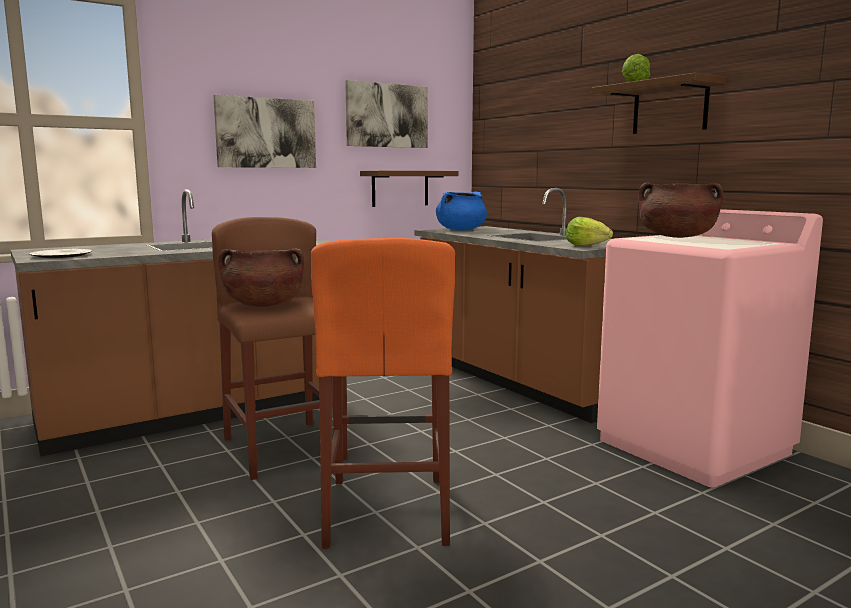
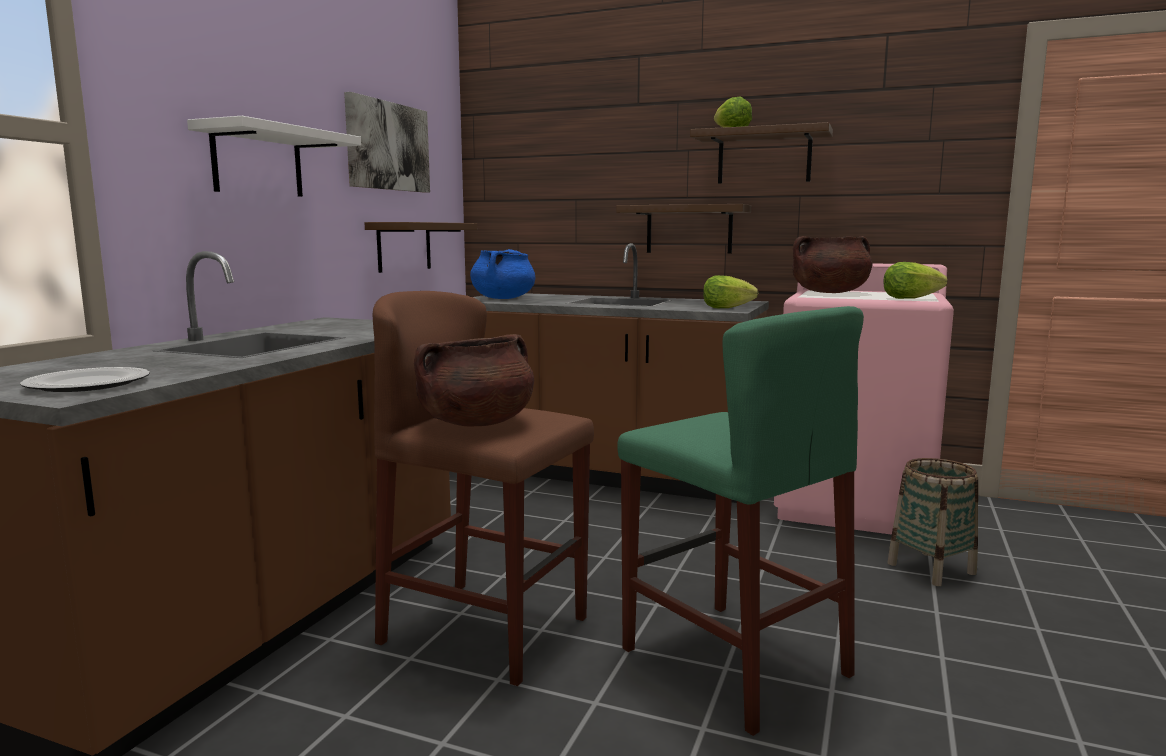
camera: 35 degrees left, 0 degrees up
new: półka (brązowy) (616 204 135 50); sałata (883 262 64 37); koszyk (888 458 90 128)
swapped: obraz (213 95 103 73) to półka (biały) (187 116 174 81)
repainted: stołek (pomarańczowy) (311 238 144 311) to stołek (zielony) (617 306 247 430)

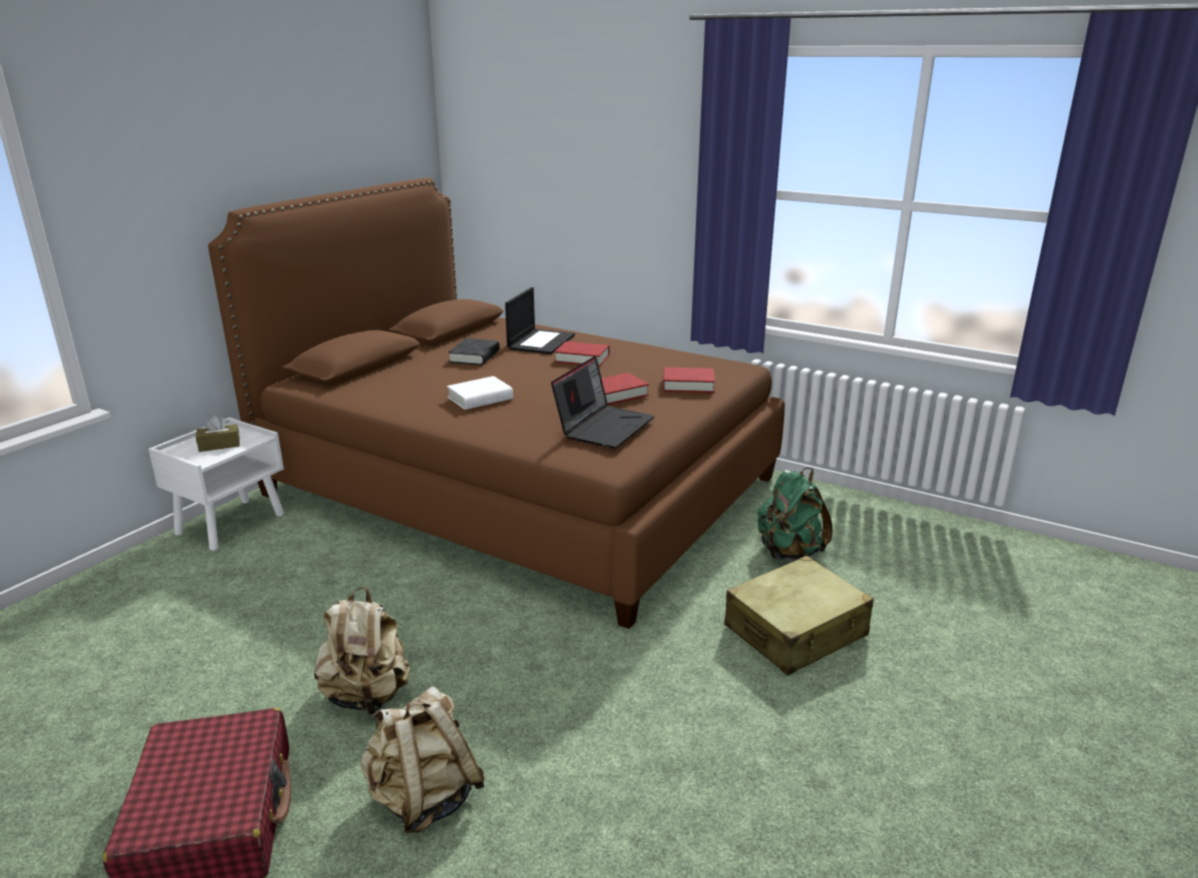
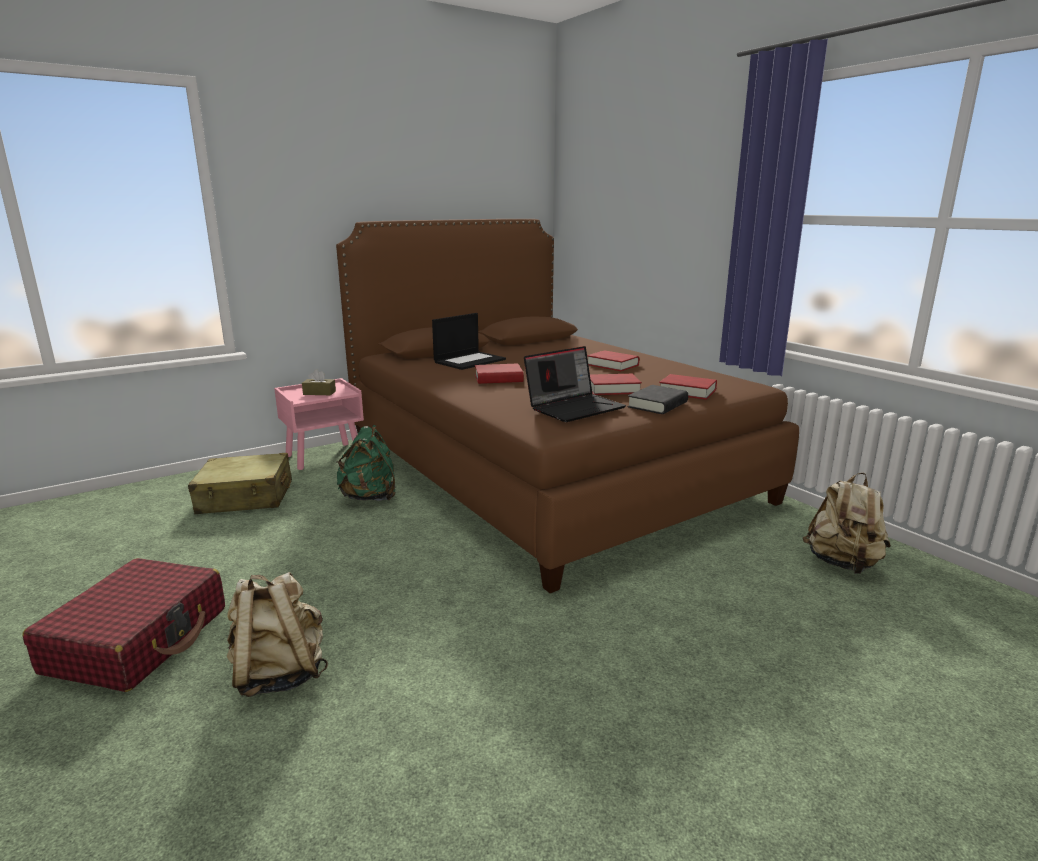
camera: 25 degrees right, 5 degrees down
shifted: laptop (505 287 70 67) to (432 313 74 57); książka (czarny) (448 338 52 27) to (627 385 61 29); plecak (zielony) (757 468 75 92) to (336 425 59 76); walizka (beżowy) (724 556 150 120) to (188 453 104 61); plecak (beżowy) (314 586 96 129) to (803 473 88 101)
repainted: książka (biały) (447 376 66 34) to książka (czerwony) (475 364 49 20); szafka nocna (biały) (148 417 136 134) to szafka nocna (różowy) (274 378 90 92)

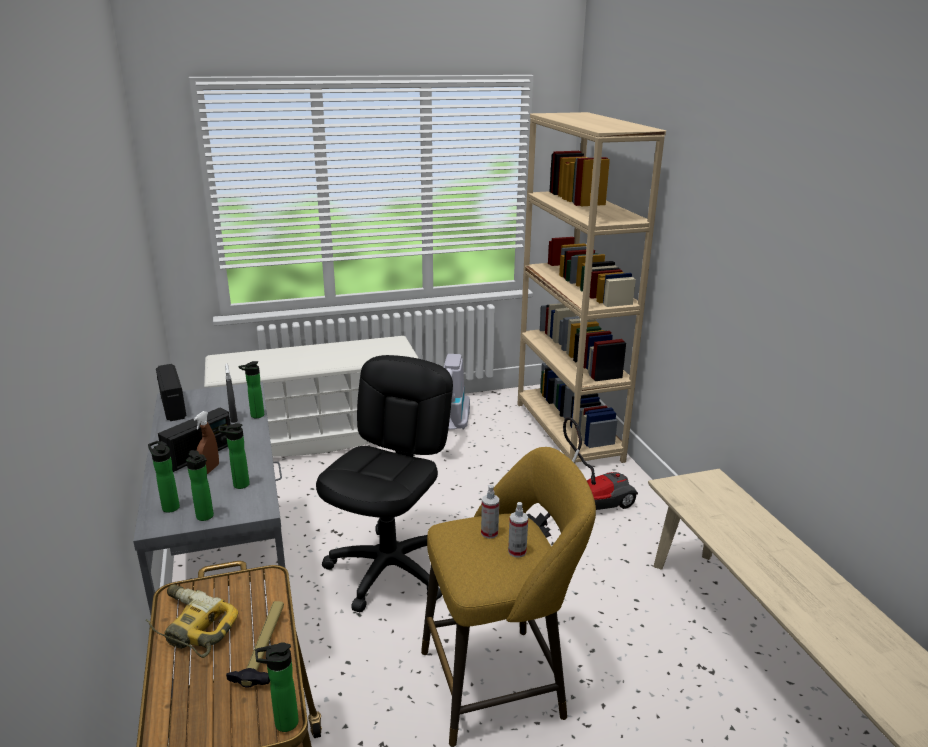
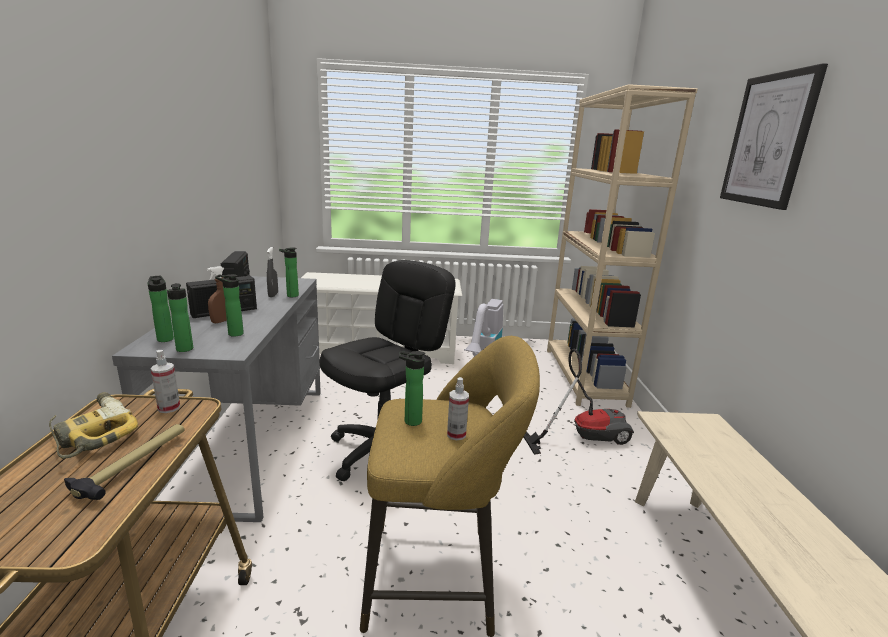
camera: 15 degrees right, 5 degrees down
new: obraz (720 63 108 147)
shifted: spryskiwacz (481 485 19 54) to (151 350 29 63); butelka (255 642 44 90) to (399 351 26 75)

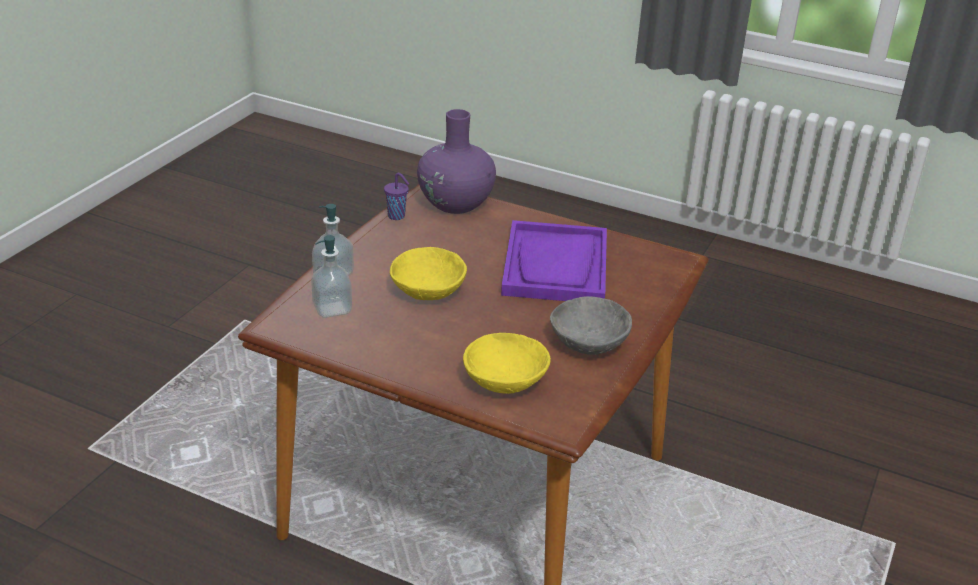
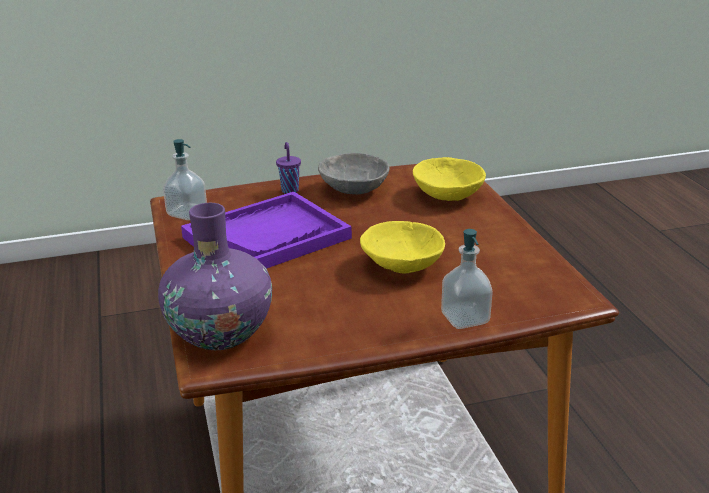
camera: 130 degrees left, 5 degrees down
shifted: filiżanka (fioletowy) (384 173 25 47) to (276 142 25 52); dozownik mydła (311 235 41 83) to (163 139 44 81)

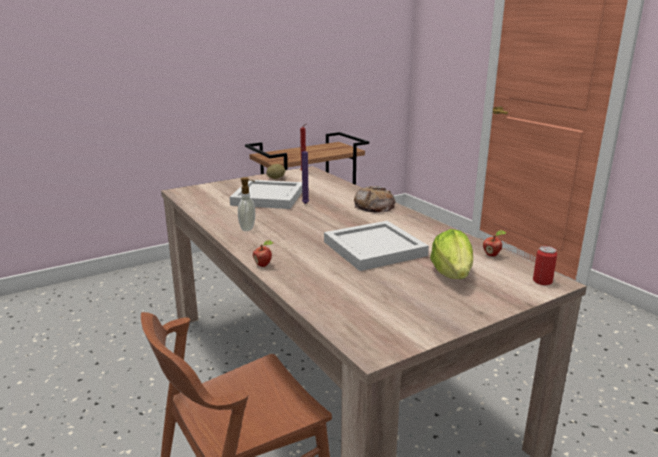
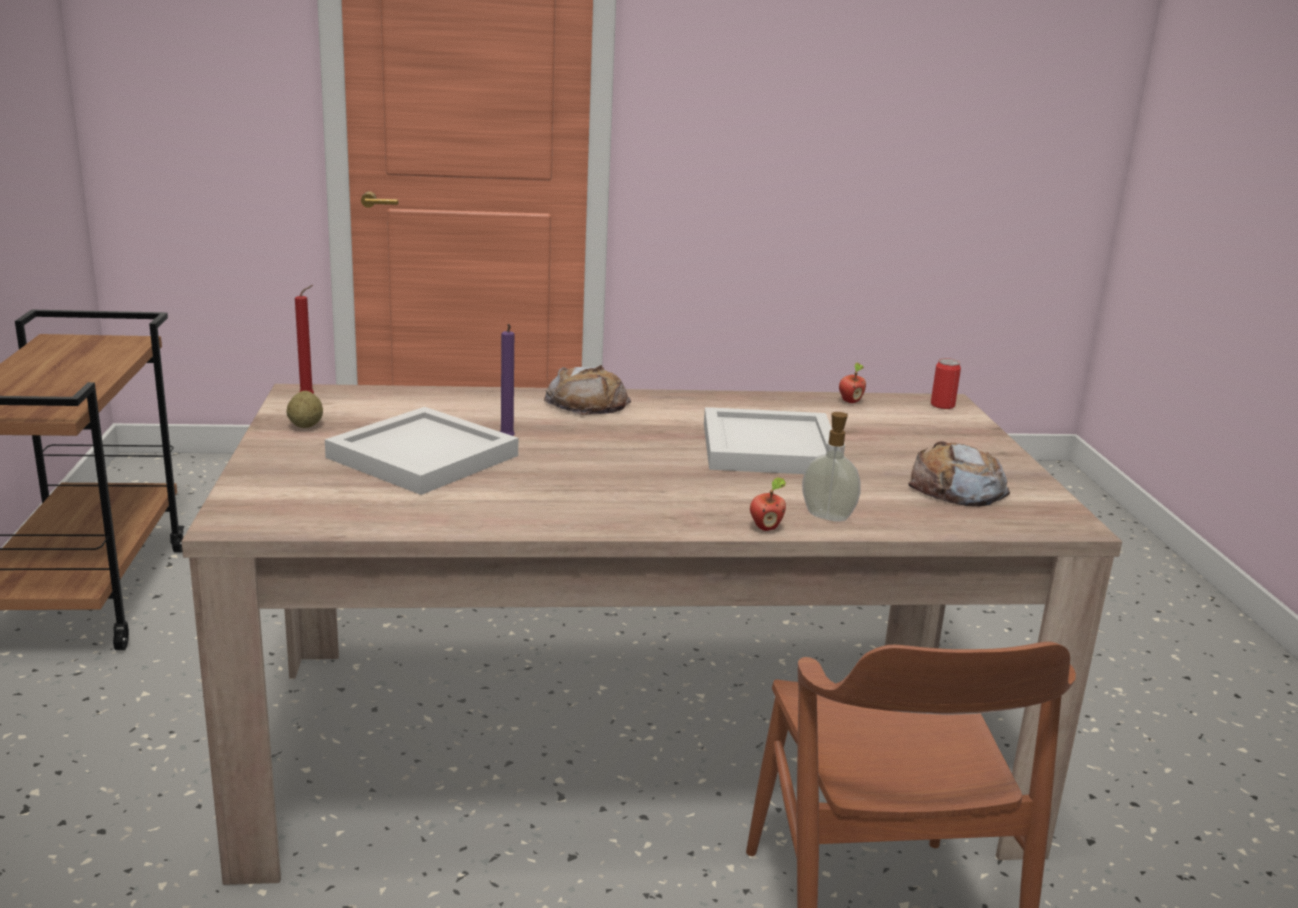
camera: 65 degrees left, 0 degrees up
gone: sałata (430 229 43 50)
new: chleb (908 441 102 65)
shifted: dozownik mydła (238 177 17 54) to (802 412 59 110)

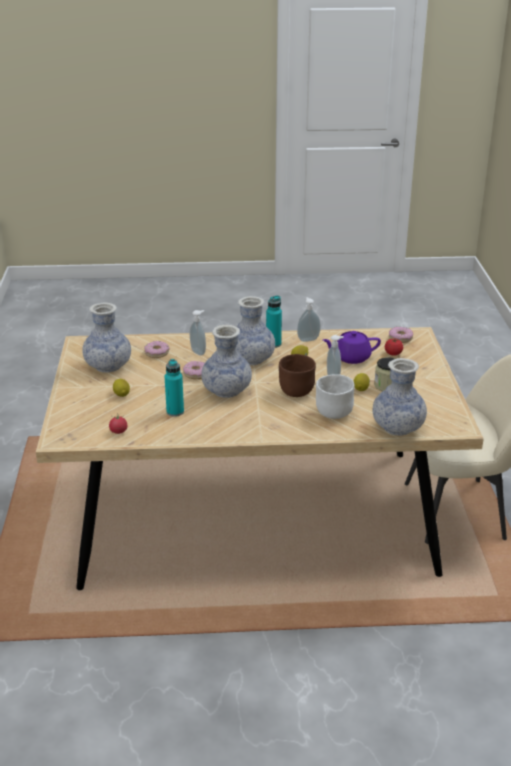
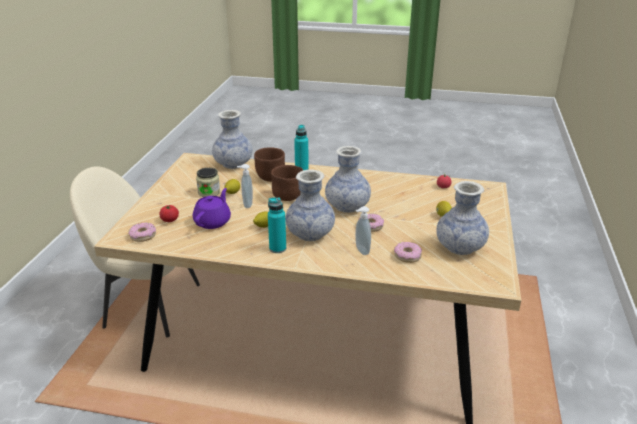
camera: 165 degrees left, 0 degrees up
gone: dozownik mydła (297 297 24 45)
shifted: butelka (turkusowy) (165 359 19 58) to (294 125 15 45)
repainted: miska (biały) (316 374 39 45) to miska (brązowy) (254 147 31 35)
rotated: imbryk (fioletowy) (323 331 58 33) = (193 188 38 41) 75 degrees counterclockwise

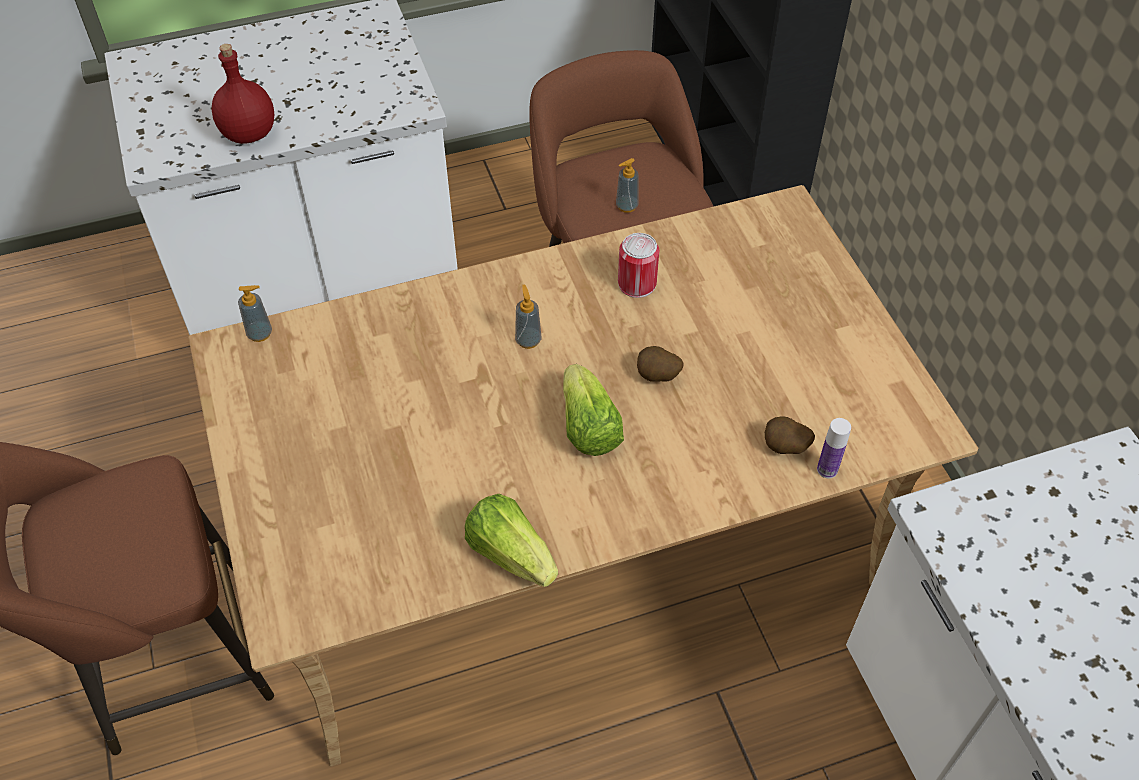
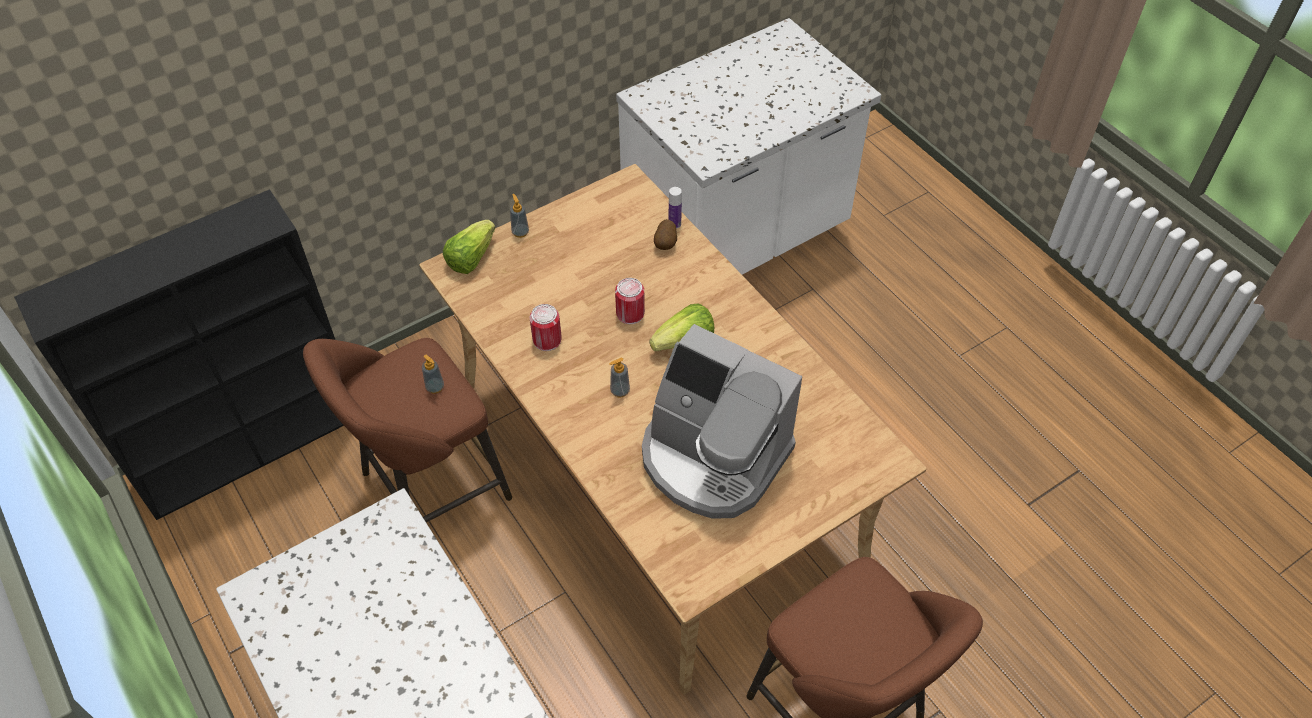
camera: 105 degrees left, 0 degrees up
gone: butelka (czerwony) (212 44 62 100)
new: ekspres do kawy (642 324 160 195)
shifted: dozownik mydła (238 285 34 57) to (510 194 19 44); sałata (465 494 93 93) to (443 220 52 54)
swapped: ziemniak (637 346 47 36) to puszka (615 278 30 46)

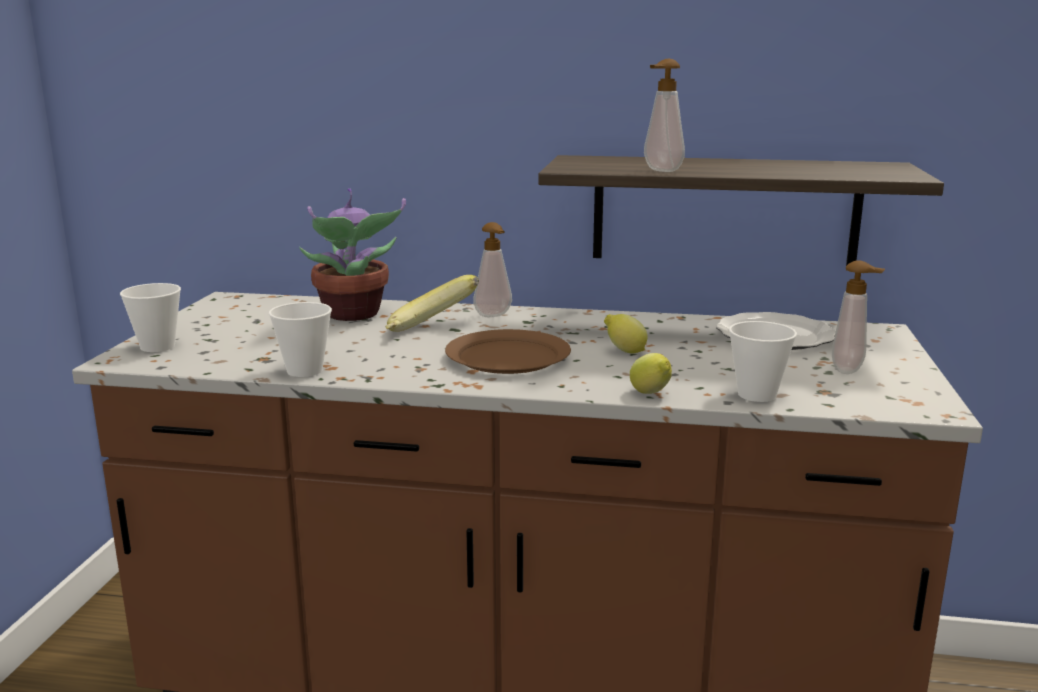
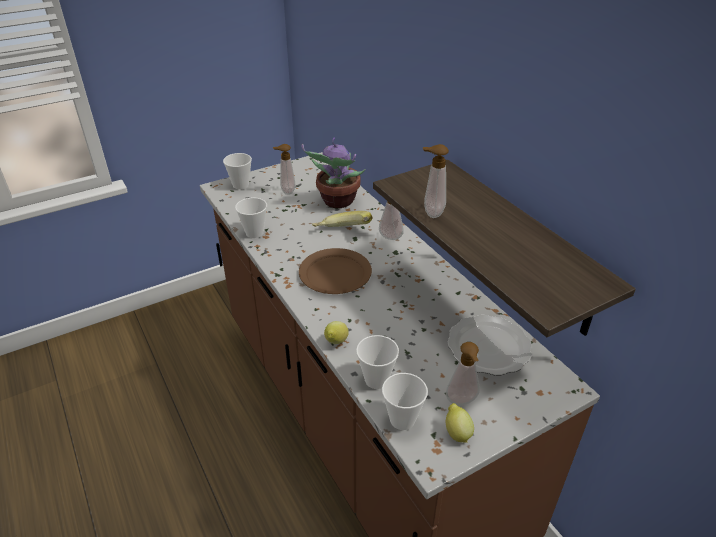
camera: 50 degrees right, 20 degrees up
new: dozownik mydła (273 144 22 51); filiżanka (382 373 46 57)
shifted: cytryna (604 314 44 39) to (445 403 29 40)

